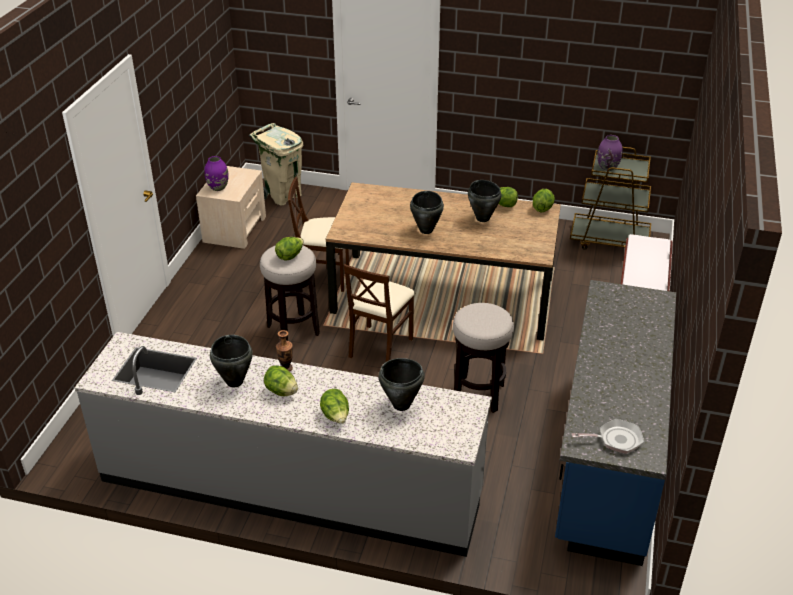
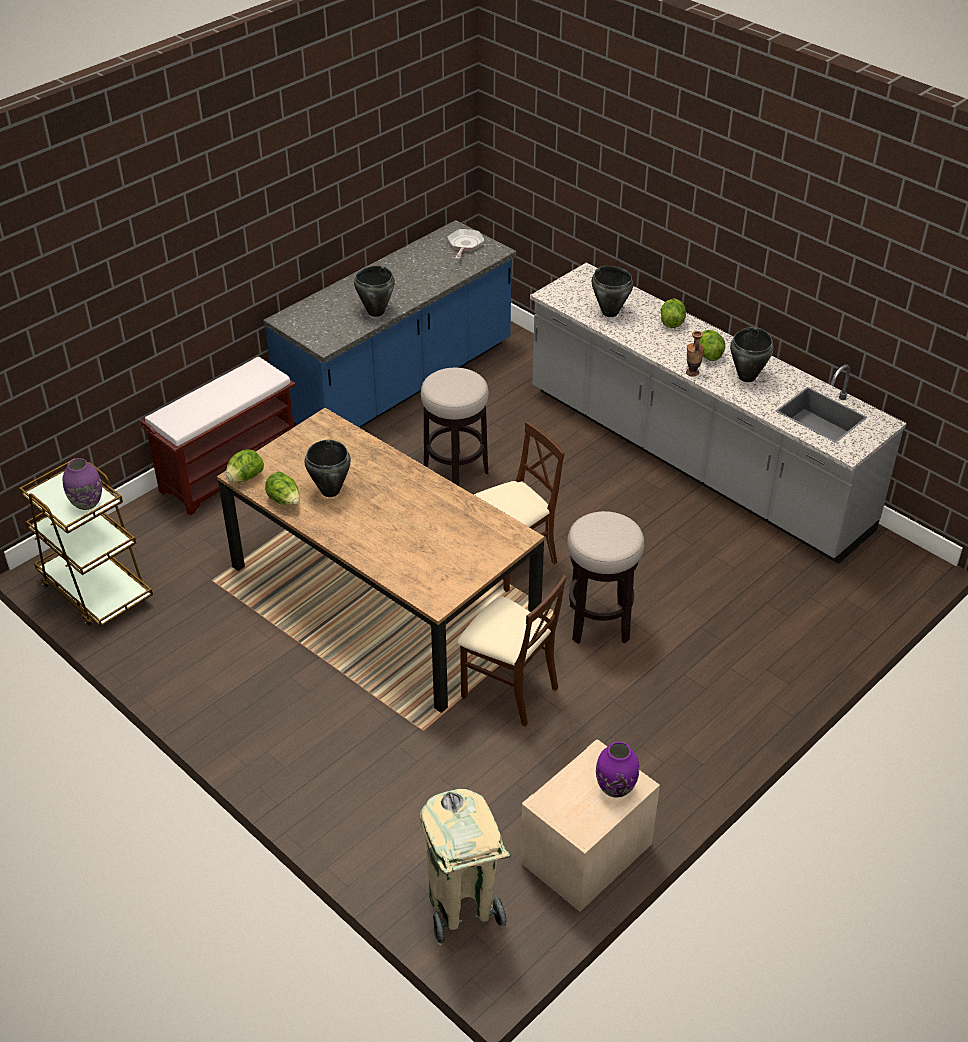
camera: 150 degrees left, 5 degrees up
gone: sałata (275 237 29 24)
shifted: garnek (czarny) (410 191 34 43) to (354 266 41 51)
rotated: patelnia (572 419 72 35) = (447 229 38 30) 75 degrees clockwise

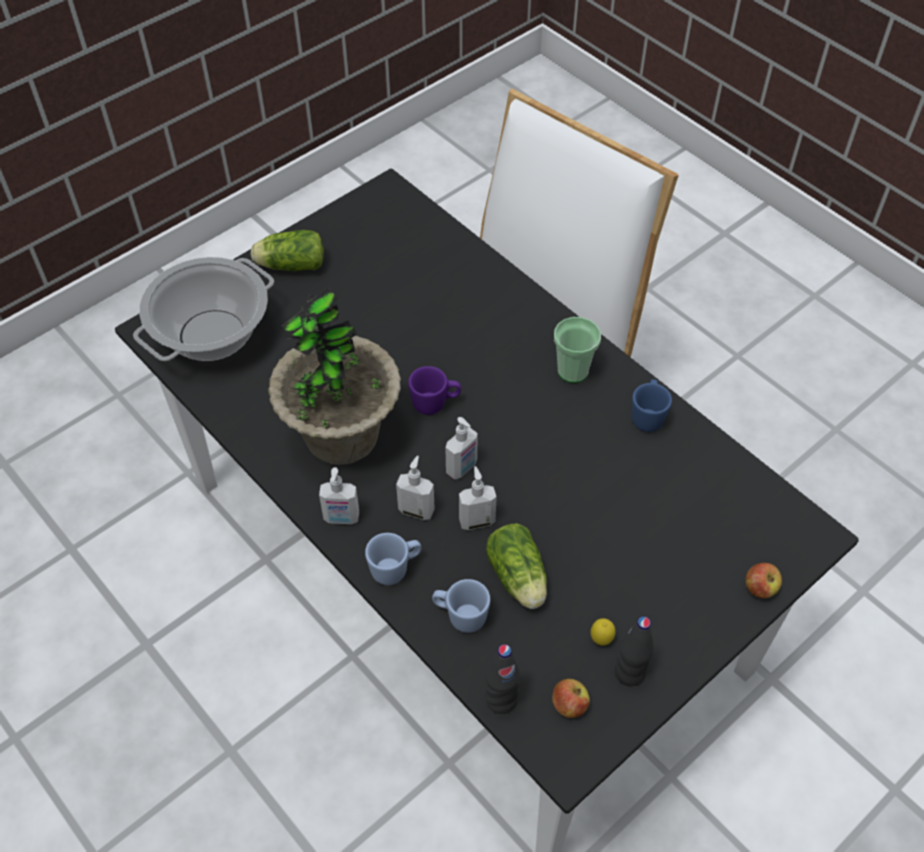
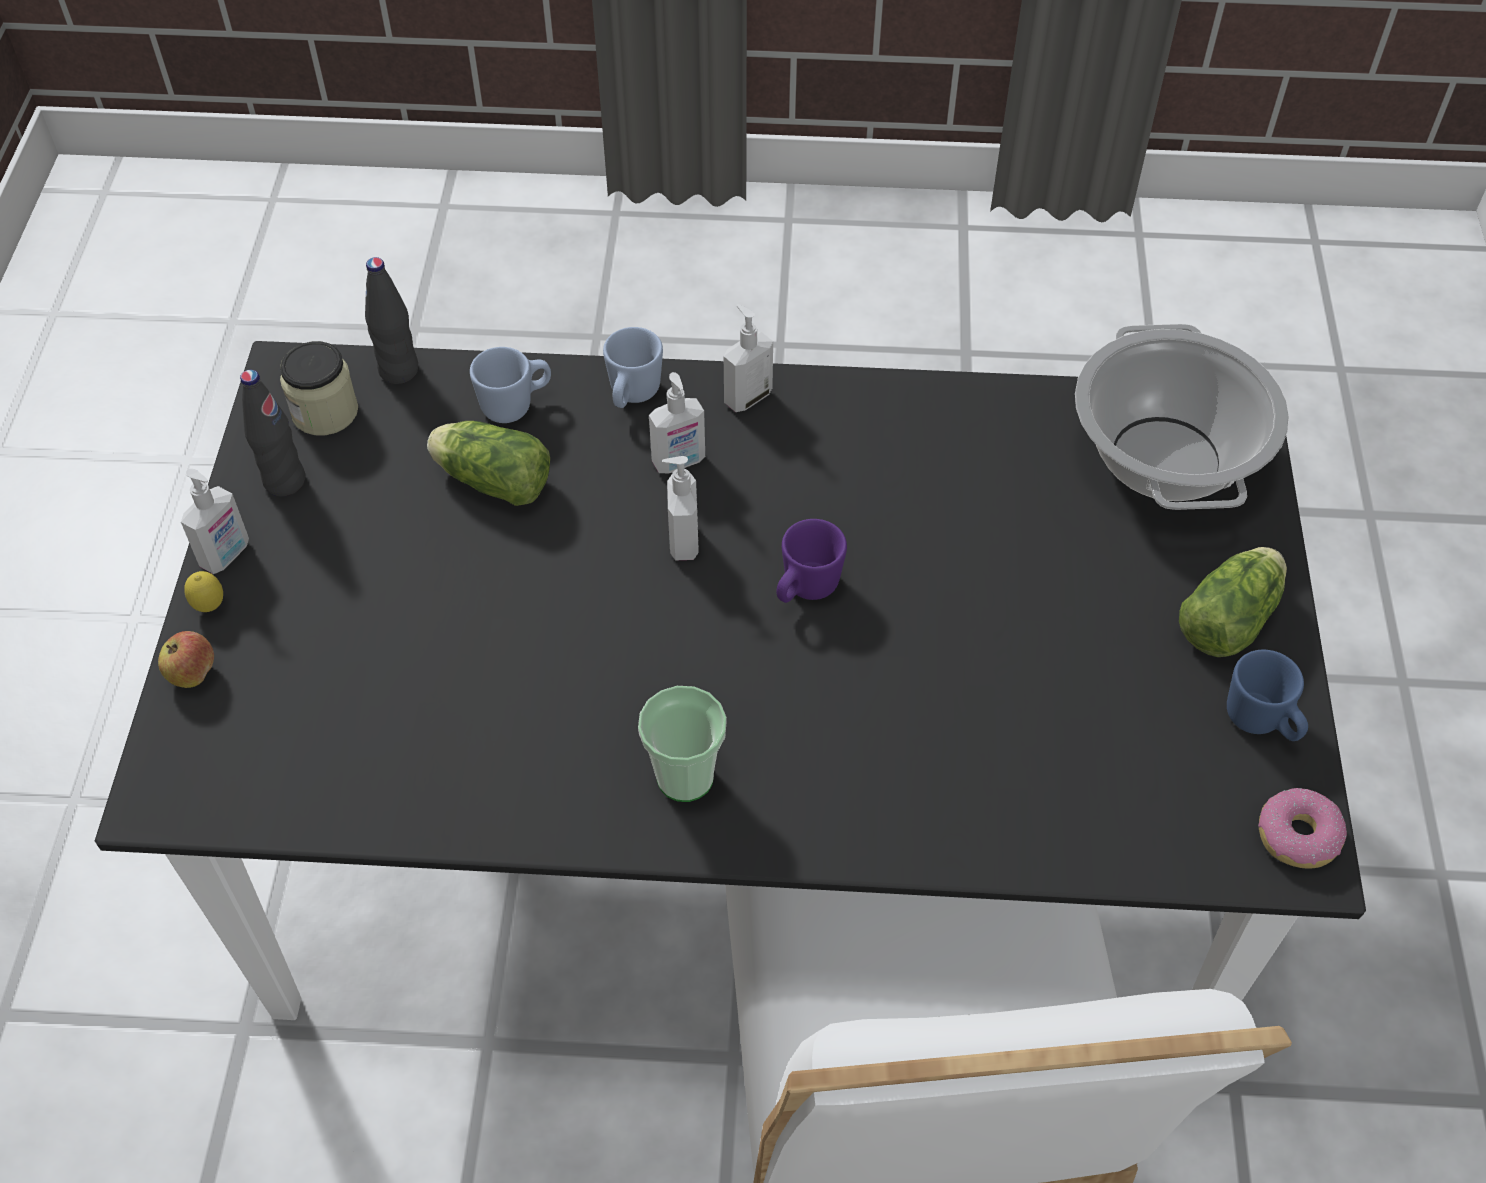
camera: 135 degrees right, 0 degrees up
gone: roślina doniczkowa (268 287 133 178)
new: donut (1258 788 89 81)
shifted: kubek (niebieski) (632 379 40 53) to (1227 650 81 91); dozownik mydła (459 466 37 64) to (181 469 68 105); cytryna (591 618 24 28) to (184 571 39 41)
swapped: jabłko (552 679 38 39) to słoik (280 341 78 94)

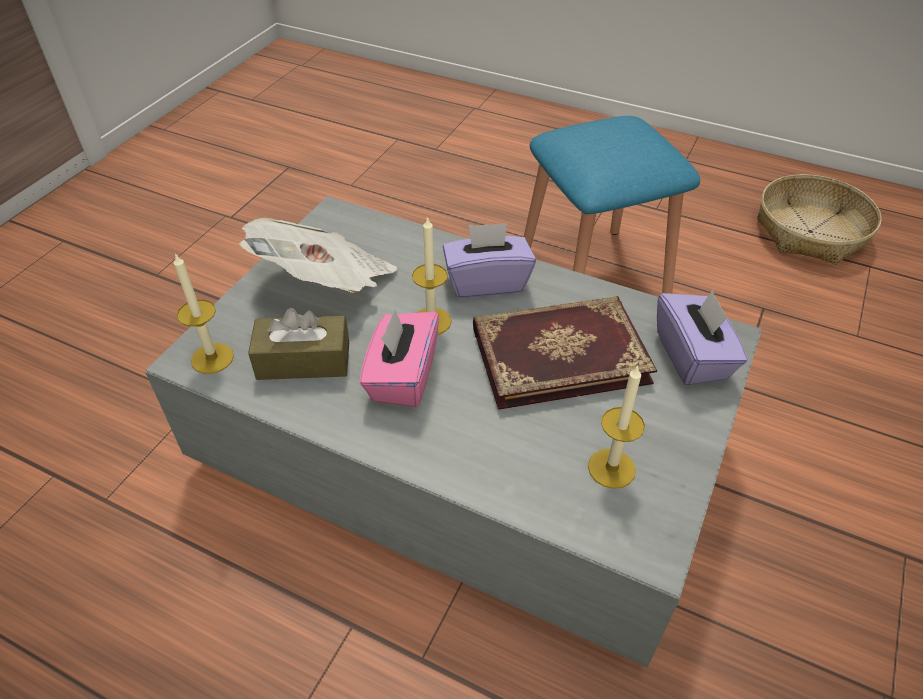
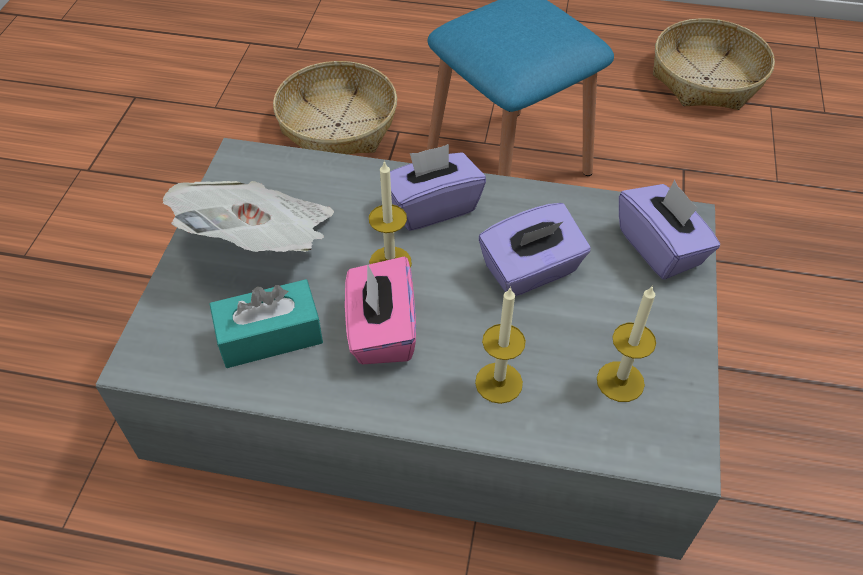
camera: 15 degrees left, 5 degrees up
new: koszyk (273 61 124 94)
shifted: świeca (174 253 60 121) to (475 286 51 118)
swapped: książka (473 296 184 114) to pudełko chusteczek (fioletowy) (479 203 112 93)
repainted: pudełko chusteczek (brązowy) (248 308 101 72) to pudełko chusteczek (turkusowy) (210 279 113 89)

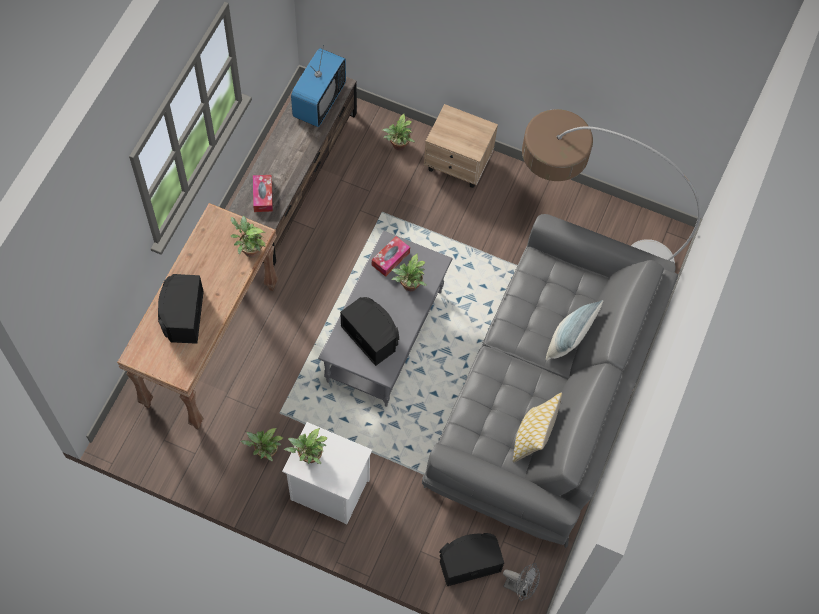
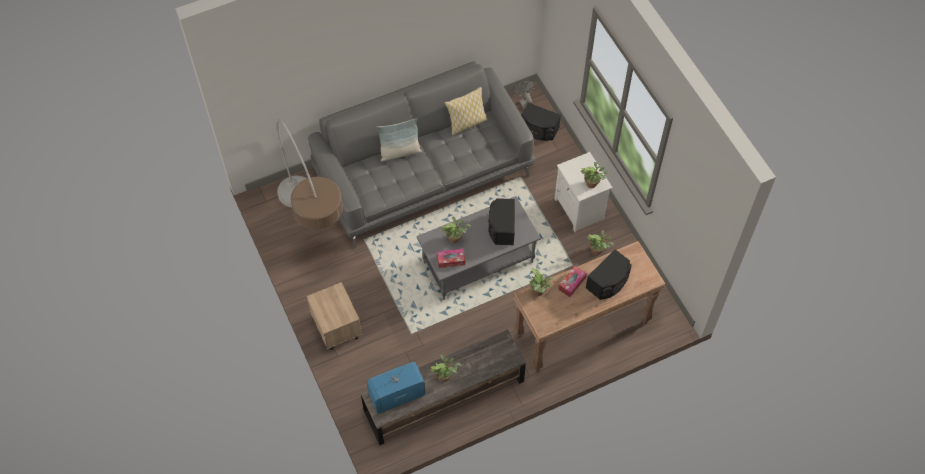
camera: 135 degrees left, 5 degrees down
shifted: roślina doniczkowa (383 113 32 38) to (430 355 32 27); pudełko chusteczek (253 175 20 37) to (558 266 29 31)

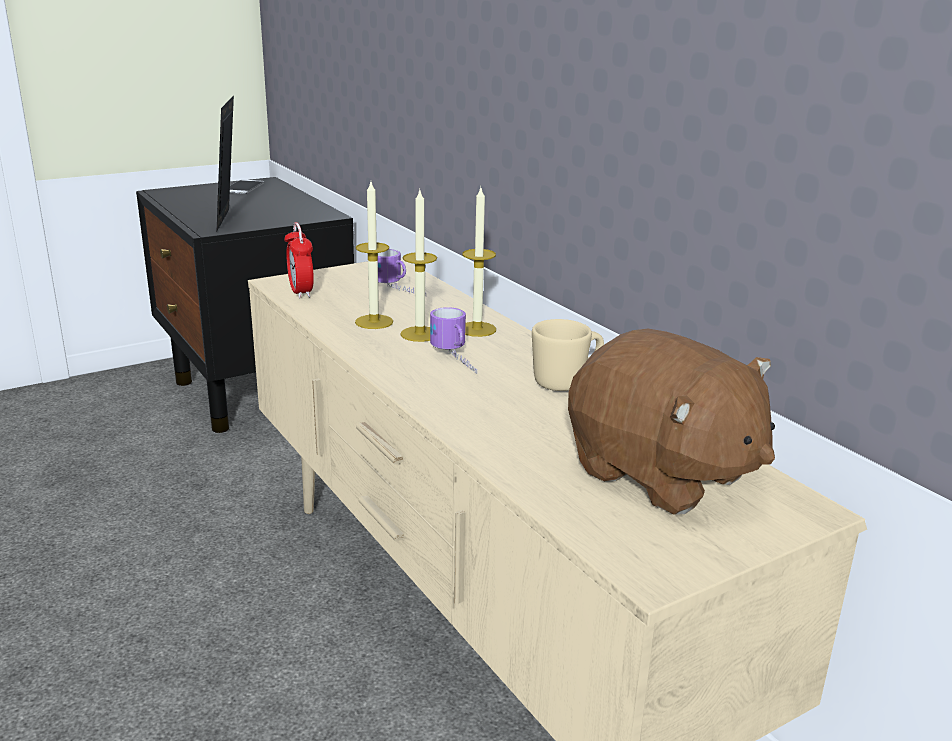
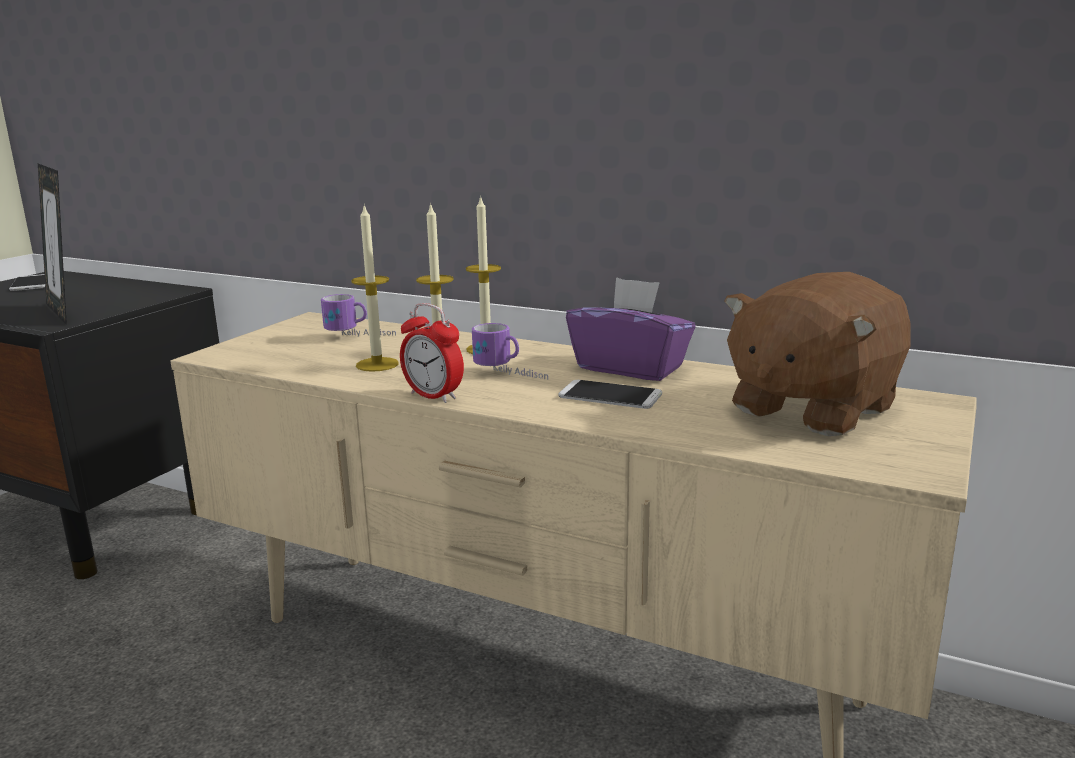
camera: 30 degrees left, 5 degrees down
new: telefon (558 380 104 29)
shifted: budzik (284 222 30 76) to (400 303 64 100)
swapped: kubek (beżowy) (532 319 72 72) to pudełko chusteczek (fioletowy) (566 277 130 104)
rotated: pluszak (brązowy) (568 329 207 186) = (724 272 187 164) 120 degrees clockwise

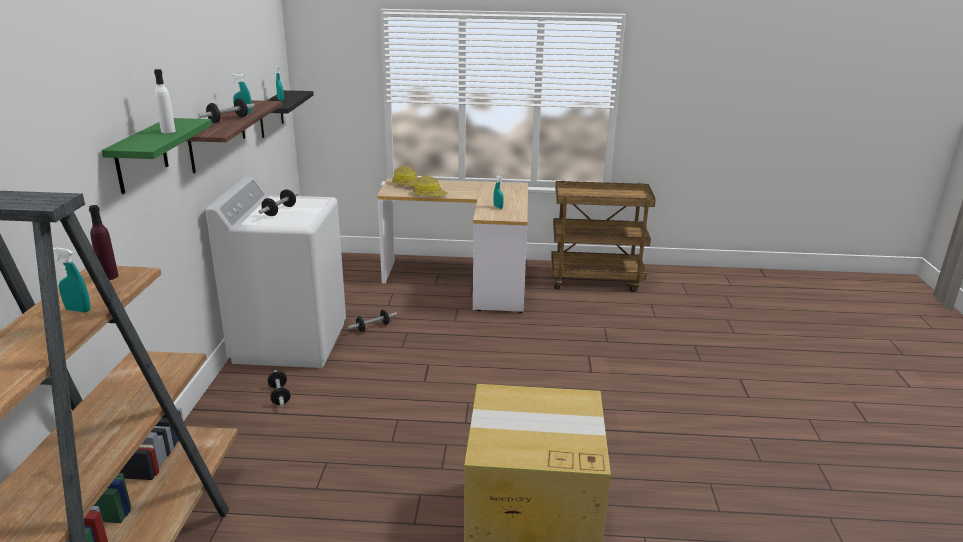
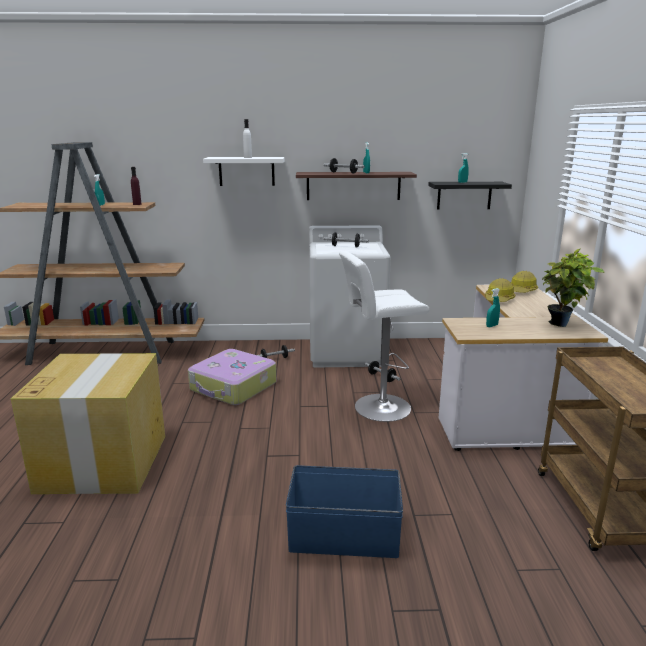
camera: 85 degrees right, 5 degrees down
new: roślina doniczkowa (542 248 63 79); stołek (biały) (339 250 90 172); walizka (188 349 89 56); pojemnik do przechowywania (niebieski) (286 465 117 93)
repainted: półka (zielony) (101 118 111 76) to półka (biały) (203 157 81 29)

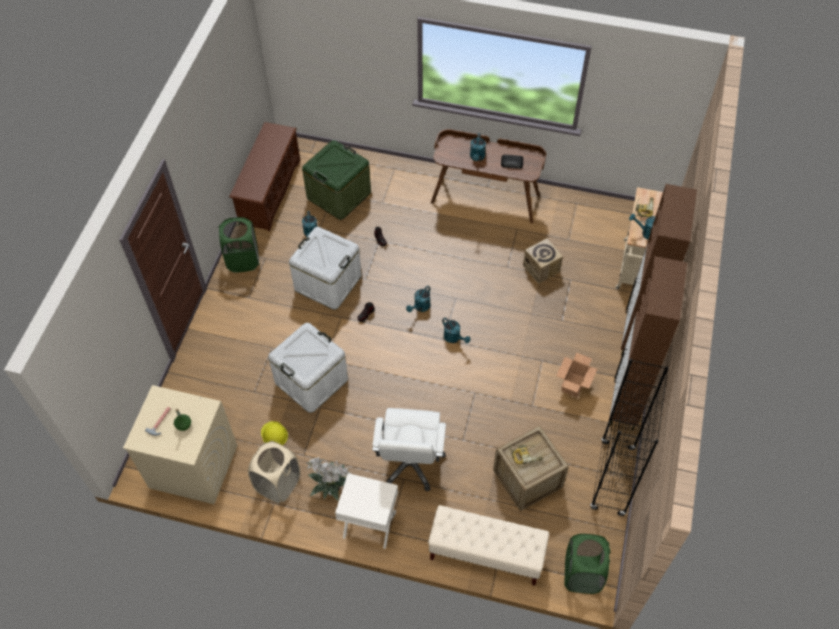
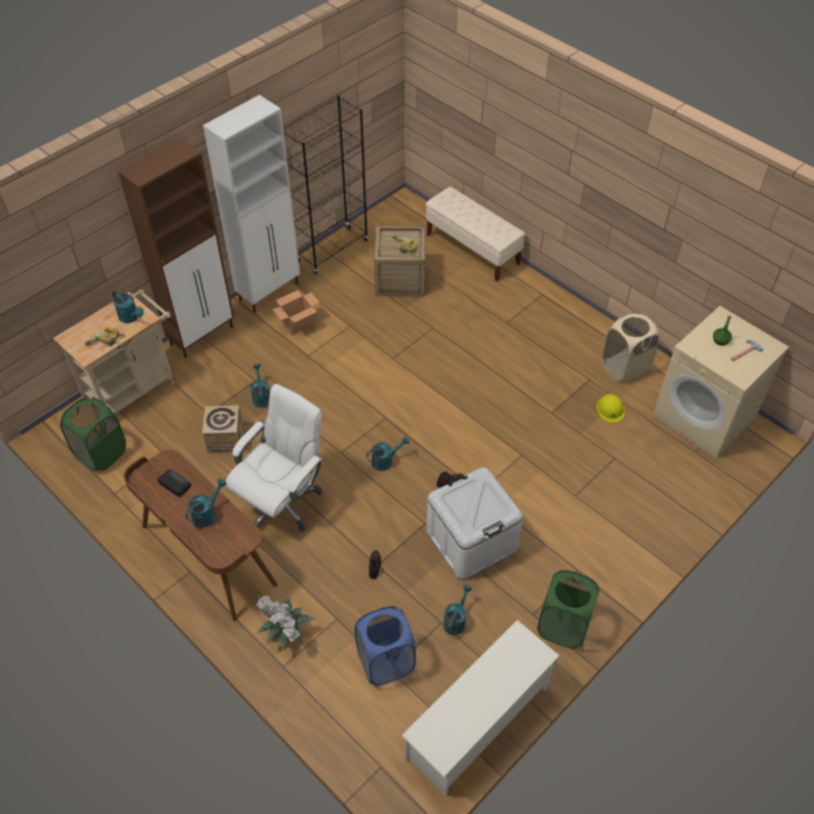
camera: 150 degrees left, 5 degrees down
gone: pojemnik do przechowywania (biały) (268 323 80 90); szafka nocna (biały) (335 473 63 76)
shifted: konewka (turkusowy) (442 318 28 25) to (250 364 20 44); krzesło biurowe (biały) (372 408 74 83) to (226 384 97 148); roślina doniczkowa (307 457 44 44) to (256 595 59 54); kosz na pranie (zielony) (564 534 46 60) to (60 397 66 75)
swapped: pojemnik do przechowywania (zielony) (302 140 69 80) to kosz na pranie (niebieski) (355 606 61 80)
repainted: regał na buty (brązowy) (229 122 72 110) to regał na buty (biały) (402 620 158 176); szafka (brązowy) (609 256 78 175) to szafka (biały) (203 95 97 218)

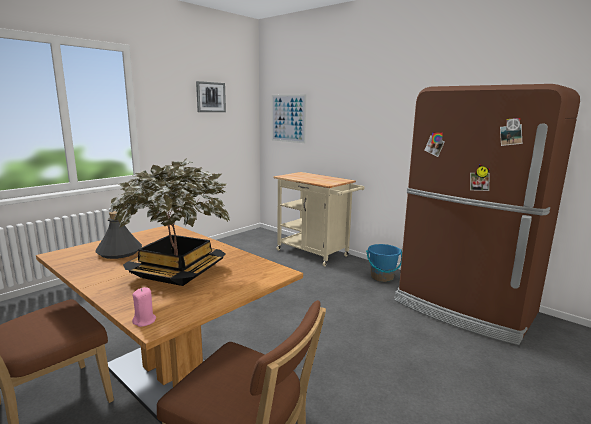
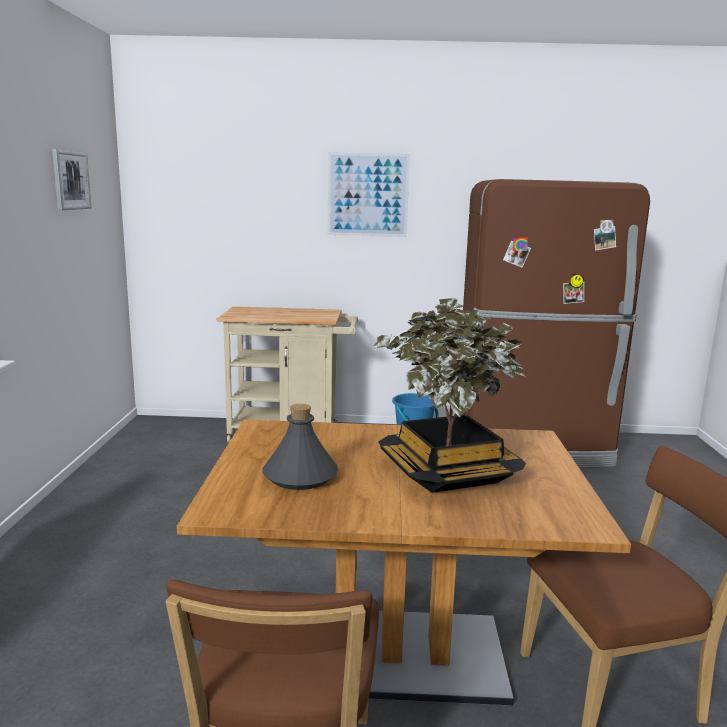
camera: 40 degrees left, 0 degrees up
gone: świeca (różowy) (132 287 24 40)
shifted: obraz (272 95 34 48) to (328 152 82 85)

